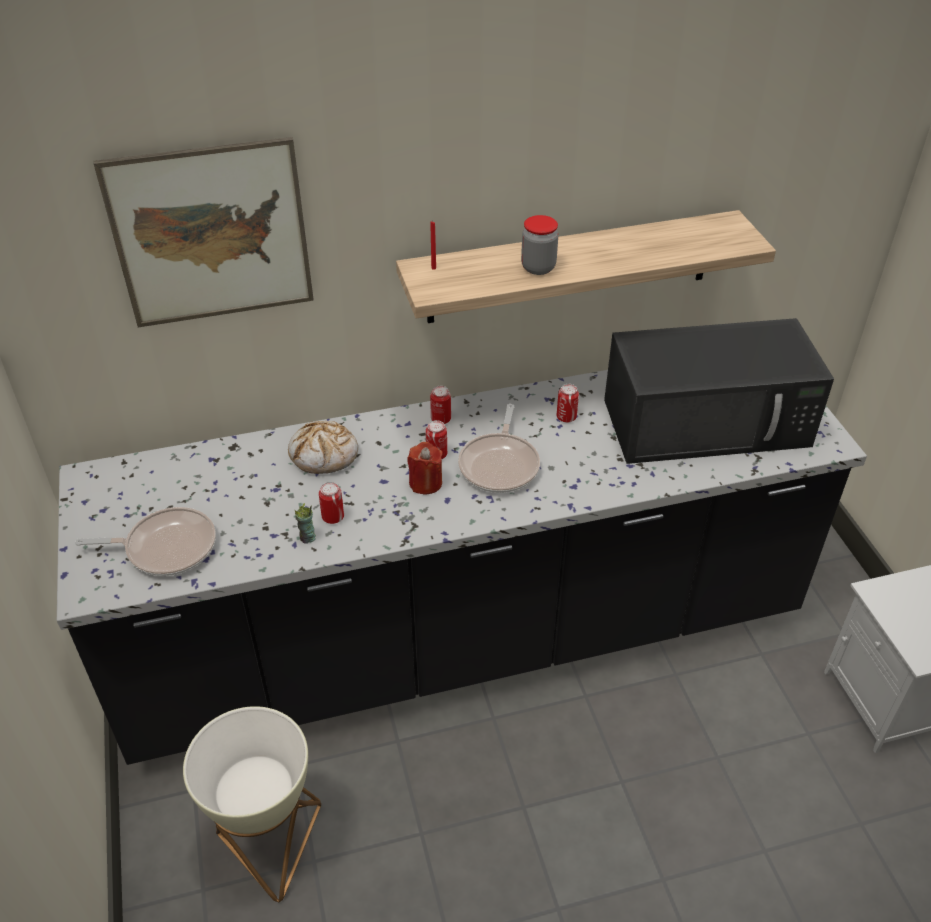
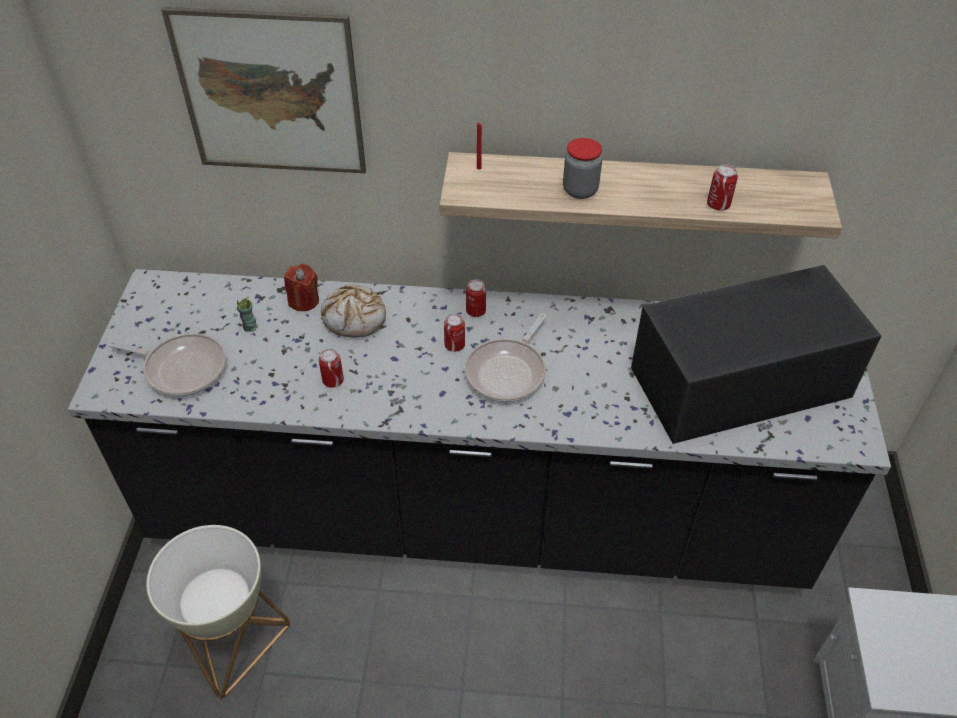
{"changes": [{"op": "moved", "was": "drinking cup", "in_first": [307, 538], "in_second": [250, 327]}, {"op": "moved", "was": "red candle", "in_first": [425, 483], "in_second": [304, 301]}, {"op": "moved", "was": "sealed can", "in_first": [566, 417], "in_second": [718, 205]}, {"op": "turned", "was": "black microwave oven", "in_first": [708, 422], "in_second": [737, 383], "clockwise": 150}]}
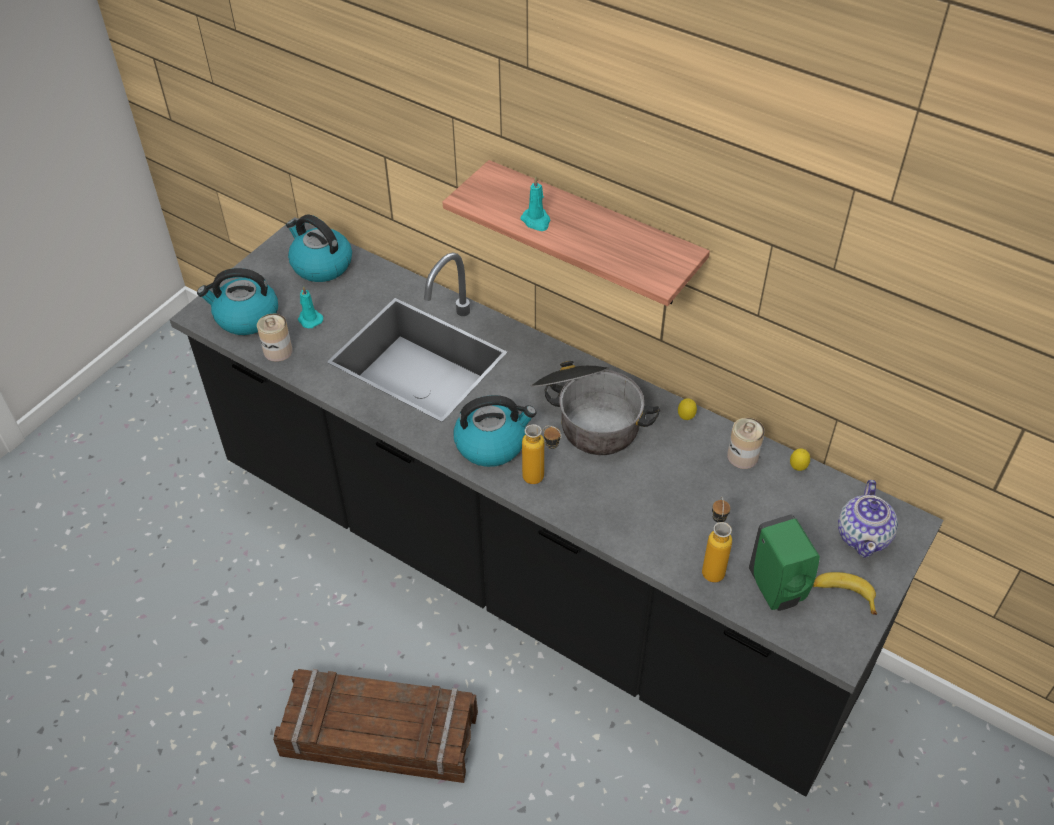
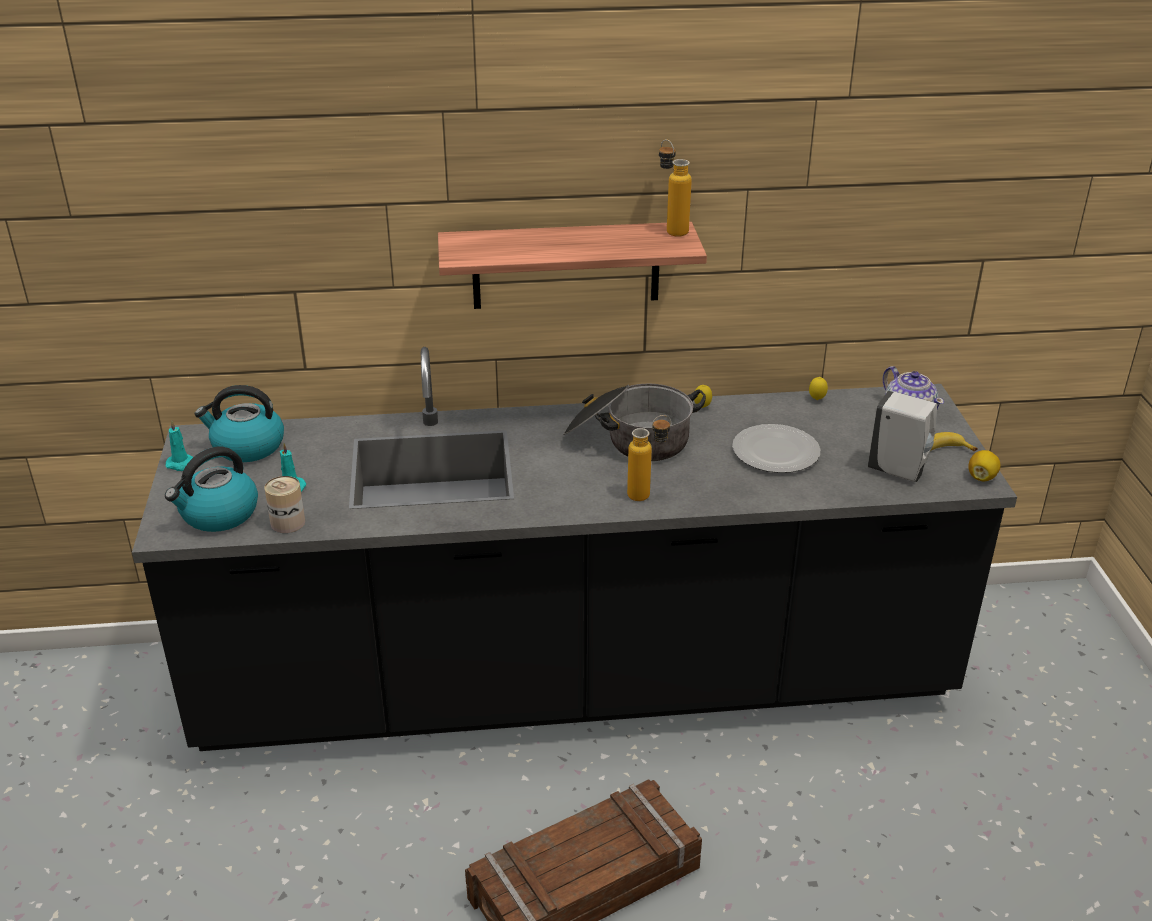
{"changes": [{"op": "removed", "was": "kettle", "in_first": [492, 443]}, {"op": "removed", "was": "sealed can", "in_first": [742, 456]}, {"op": "added", "now": "flat dish", "in_second": [775, 453]}, {"op": "added", "now": "lemon", "in_second": [981, 477]}, {"op": "moved", "was": "blue-green candle", "in_first": [536, 221], "in_second": [182, 464]}, {"op": "moved", "was": "drink bottle", "in_first": [712, 565], "in_second": [671, 229]}, {"op": "recoloured", "was": "green soap bottle", "now": "whitish soap bottle", "in_first": [777, 590], "in_second": [899, 471]}]}
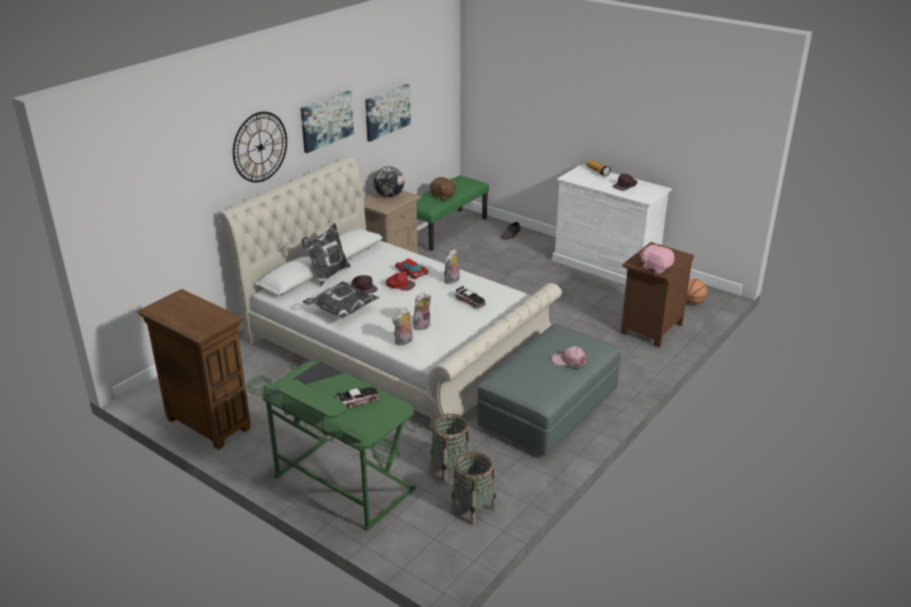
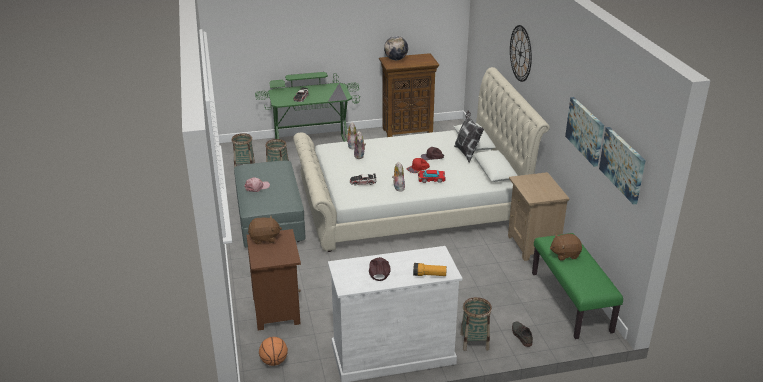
{"changes": [{"op": "removed", "was": "throw pillow", "in_first": [341, 310]}, {"op": "added", "now": "household basket", "in_second": [474, 341]}, {"op": "moved", "was": "picture", "in_first": [326, 121], "in_second": [623, 164]}, {"op": "moved", "was": "desk globe", "in_first": [389, 195], "in_second": [396, 59]}, {"op": "recoloured", "was": "pink-coloured plush toy", "now": "brown plush toy", "in_first": [656, 268], "in_second": [264, 238]}]}
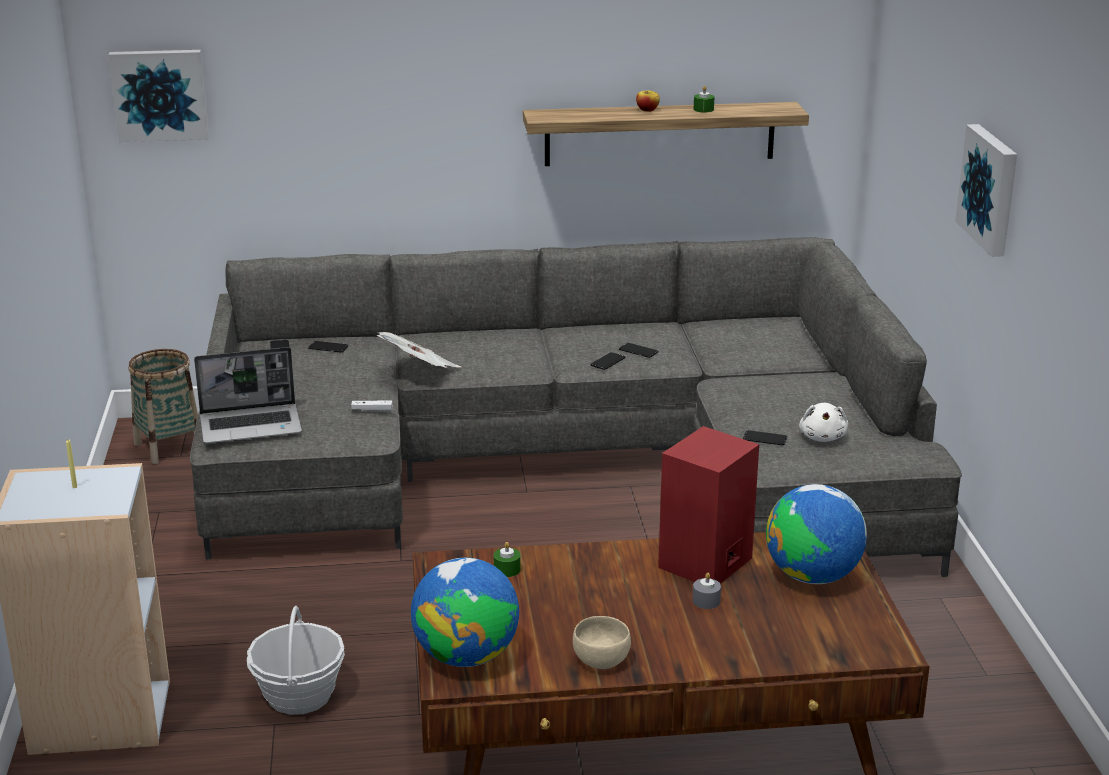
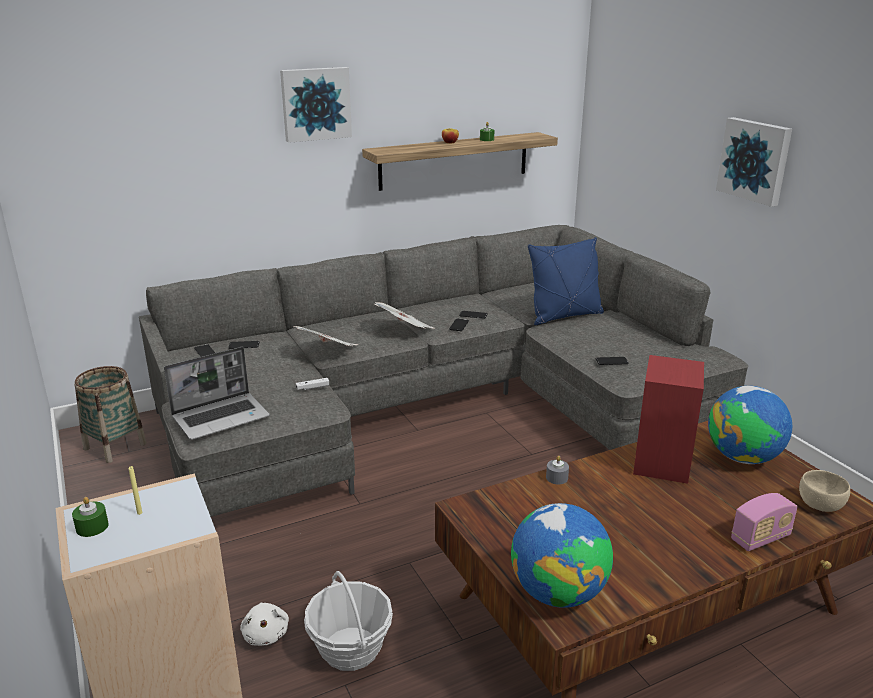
{"changes": [{"op": "added", "now": "printed paper", "in_second": [404, 330]}, {"op": "added", "now": "blue-coloured throw pillow", "in_second": [564, 316]}, {"op": "added", "now": "radio receiver", "in_second": [760, 538]}, {"op": "moved", "was": "picture", "in_first": [160, 94], "in_second": [315, 104]}, {"op": "moved", "was": "green candle", "in_first": [507, 569], "in_second": [92, 527]}, {"op": "moved", "was": "beige deep dish", "in_first": [602, 660], "in_second": [821, 504]}, {"op": "moved", "was": "greyish candle", "in_first": [706, 601], "in_second": [556, 478]}, {"op": "moved", "was": "whitish plush toy", "in_first": [823, 437], "in_second": [266, 634]}]}
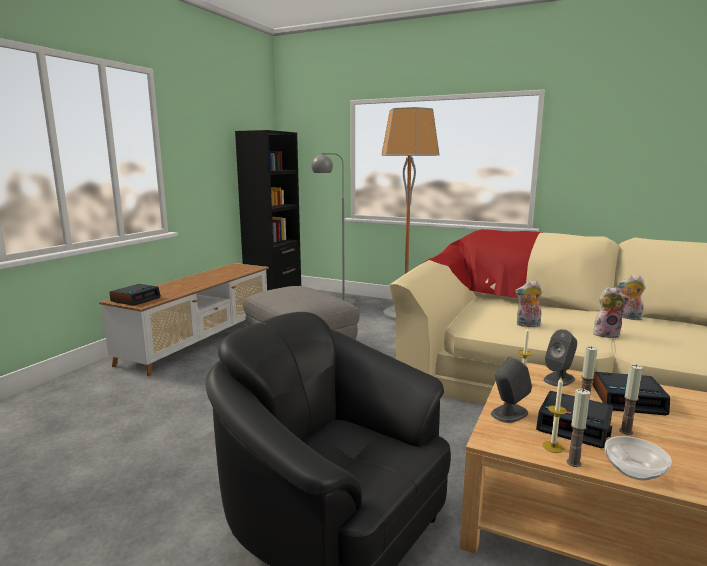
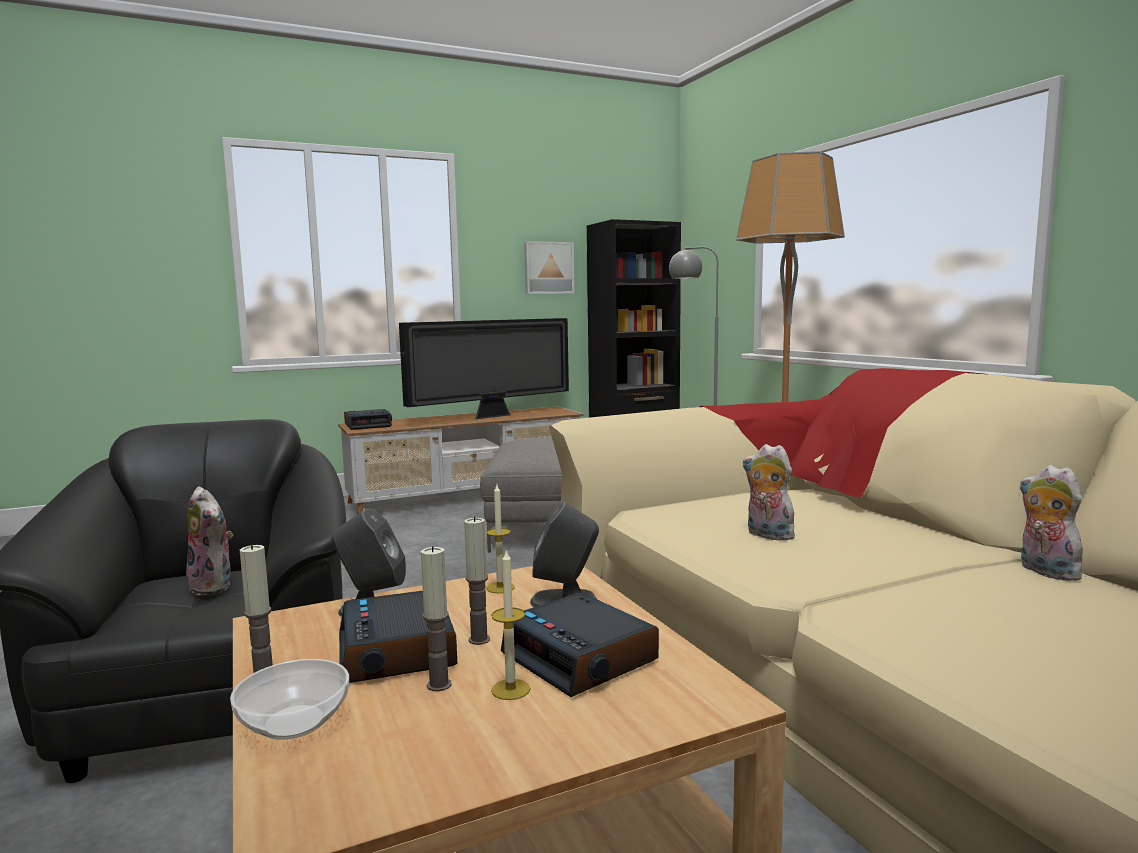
{"changes": [{"op": "added", "now": "TV set", "in_second": [493, 416]}, {"op": "added", "now": "picture", "in_second": [548, 268]}, {"op": "moved", "was": "candle", "in_first": [553, 447], "in_second": [510, 689]}, {"op": "moved", "was": "plush toy", "in_first": [606, 334], "in_second": [215, 586]}]}
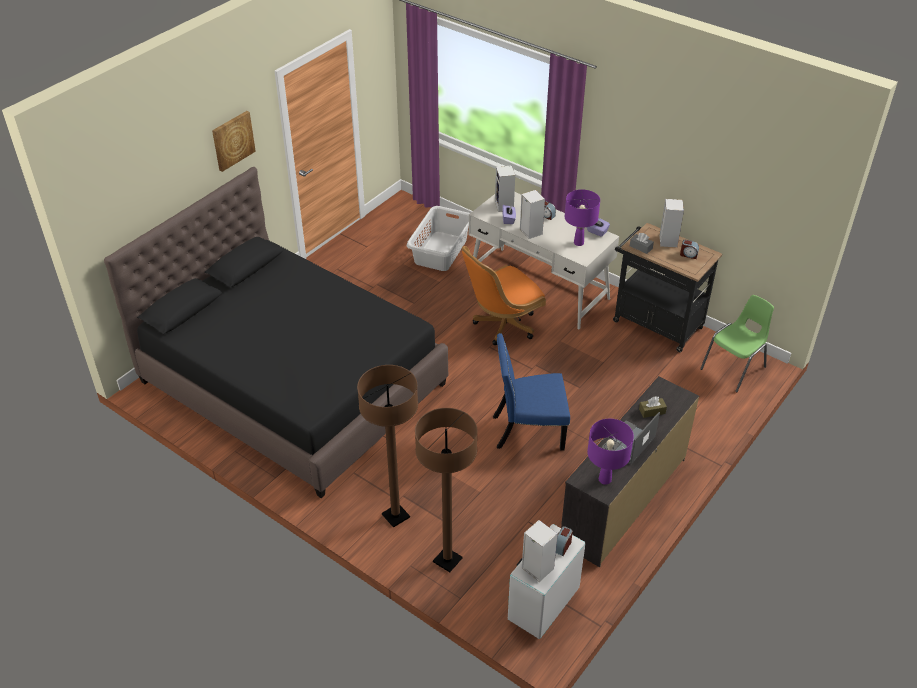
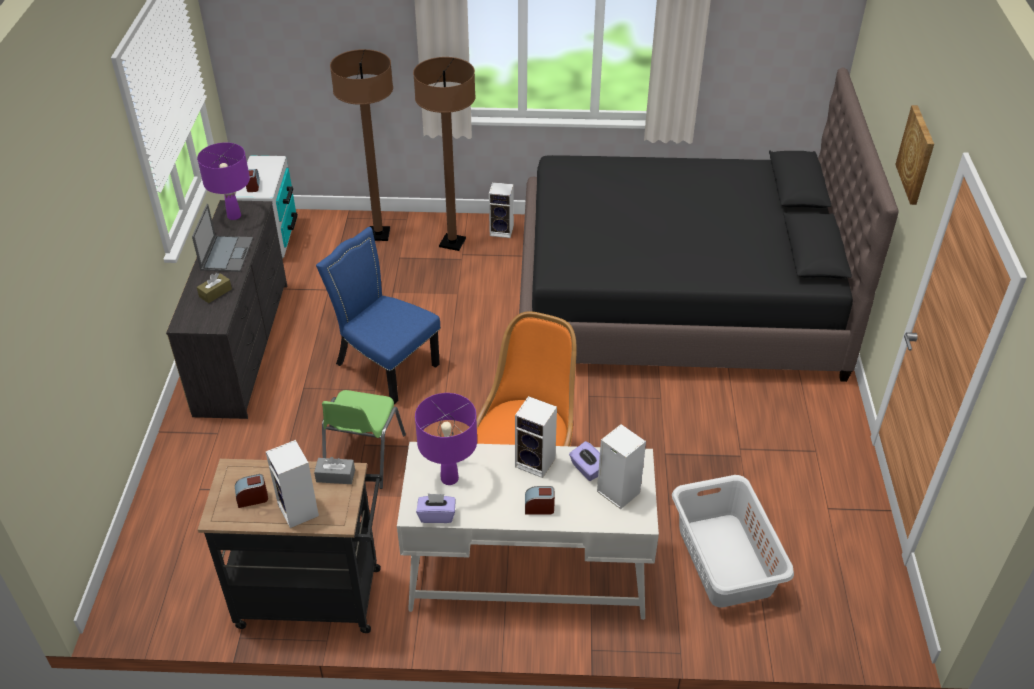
{"changes": [{"op": "moved", "was": "audio speaker", "in_first": [536, 568], "in_second": [502, 231]}, {"op": "moved", "was": "green upright chair", "in_first": [734, 368], "in_second": [363, 457]}, {"op": "turned", "was": "blue-coloured upright chair", "in_first": [529, 431], "in_second": [387, 367], "clockwise": -105}]}
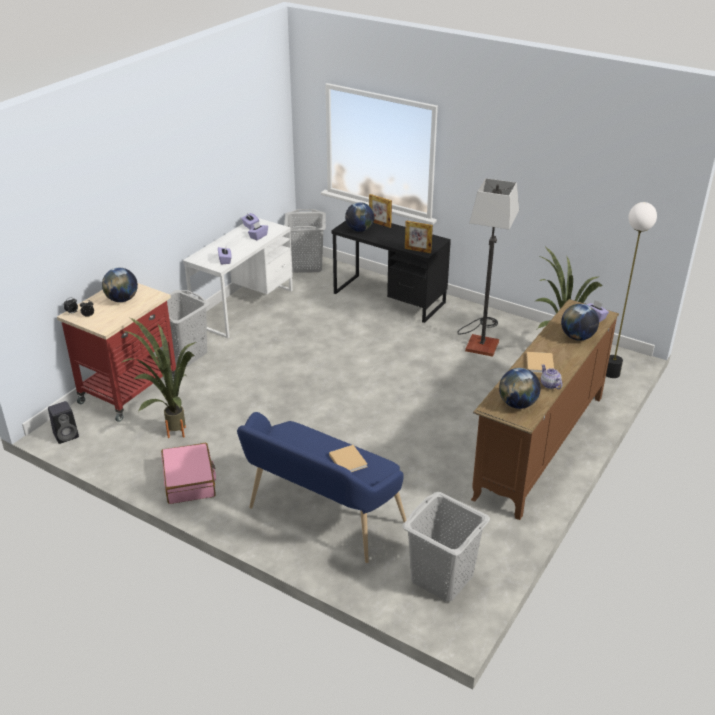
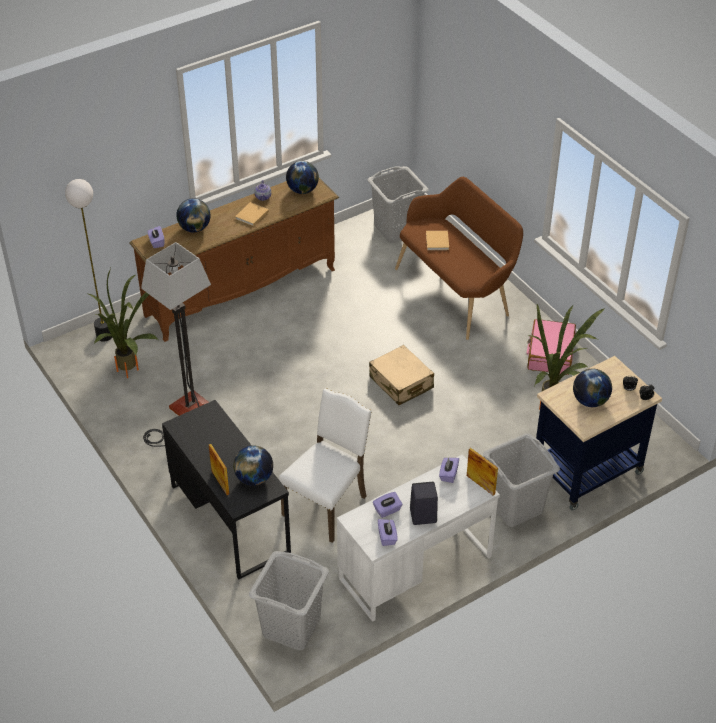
{"changes": [{"op": "added", "now": "whitish upright chair", "in_second": [327, 505]}, {"op": "added", "now": "beige piece of luggage", "in_second": [401, 383]}, {"op": "moved", "was": "black audio speaker", "in_first": [67, 435], "in_second": [422, 516]}, {"op": "moved", "was": "standing frame", "in_first": [417, 250], "in_second": [480, 485]}, {"op": "recoloured", "was": "red wheeled cart", "now": "blue-coloured wheeled cart", "in_first": [129, 391], "in_second": [586, 473]}, {"op": "recoloured", "was": "blue-coloured bench", "now": "brown bench", "in_first": [320, 518], "in_second": [457, 291]}]}
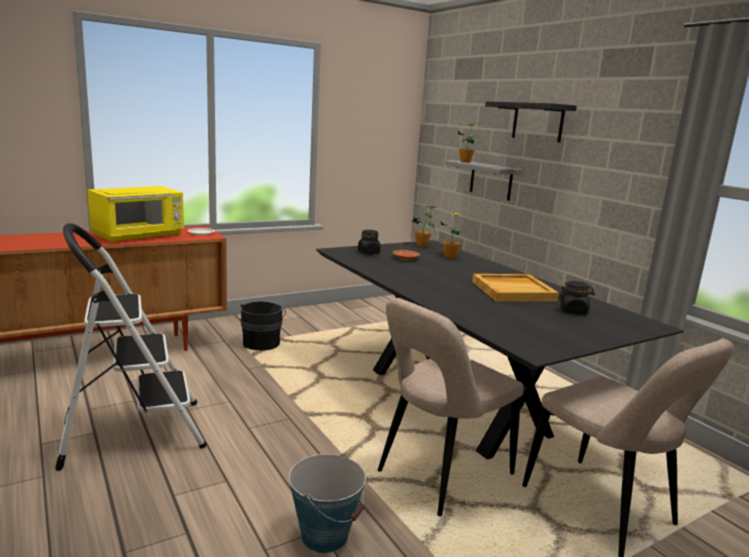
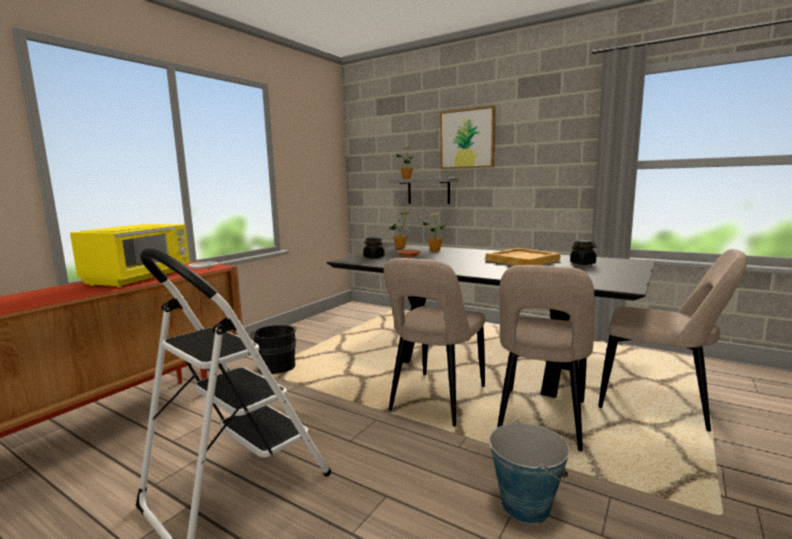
{"changes": [{"op": "added", "now": "beige upright chair", "in_second": [436, 401]}, {"op": "replaced", "was": "black bracket shelf", "now": "picture", "in_first": [537, 122], "in_second": [467, 139]}]}
